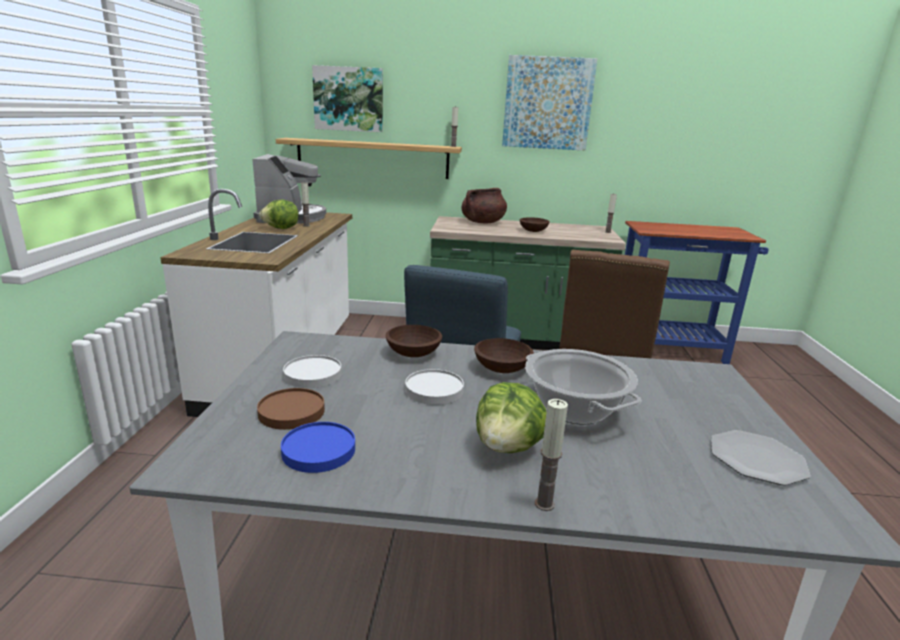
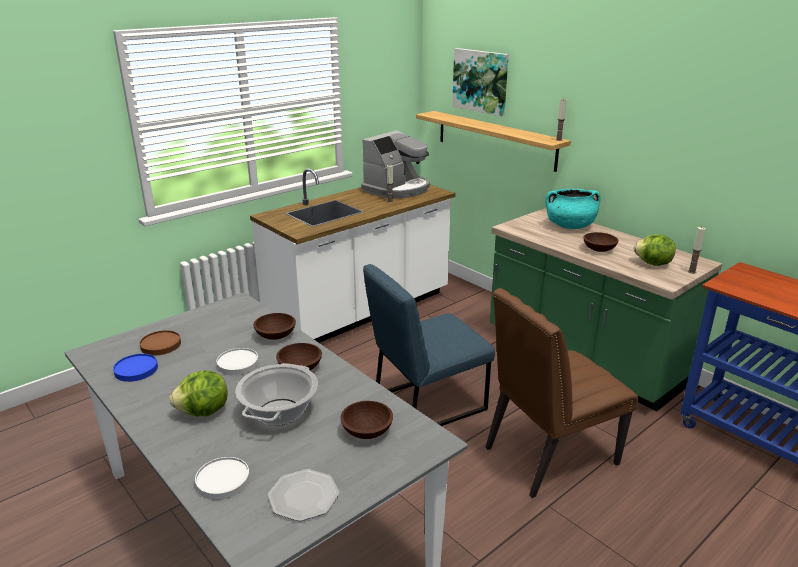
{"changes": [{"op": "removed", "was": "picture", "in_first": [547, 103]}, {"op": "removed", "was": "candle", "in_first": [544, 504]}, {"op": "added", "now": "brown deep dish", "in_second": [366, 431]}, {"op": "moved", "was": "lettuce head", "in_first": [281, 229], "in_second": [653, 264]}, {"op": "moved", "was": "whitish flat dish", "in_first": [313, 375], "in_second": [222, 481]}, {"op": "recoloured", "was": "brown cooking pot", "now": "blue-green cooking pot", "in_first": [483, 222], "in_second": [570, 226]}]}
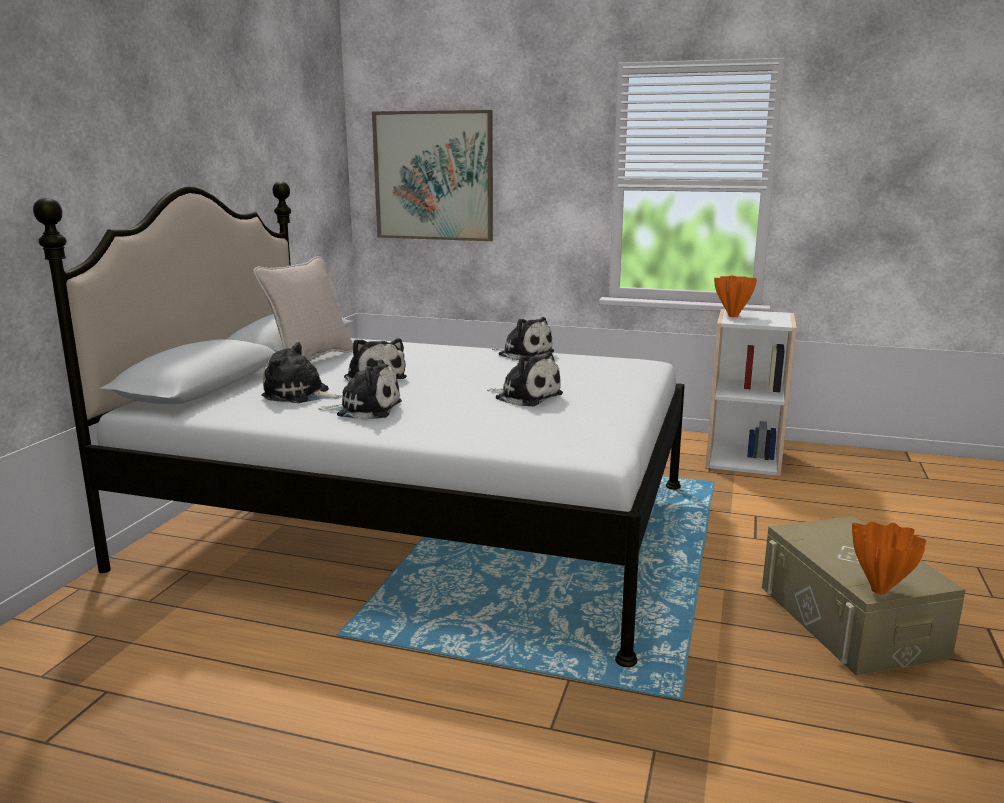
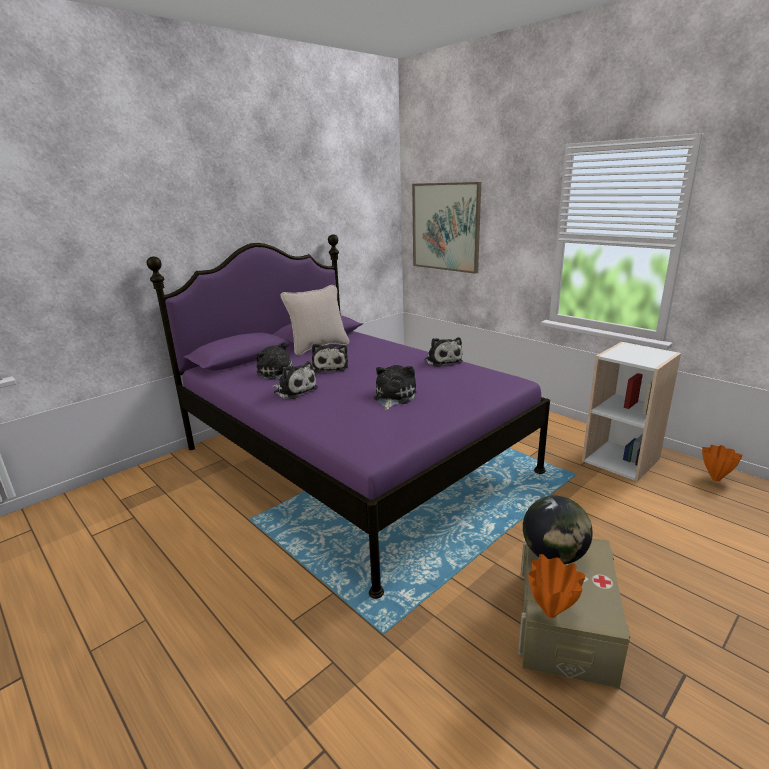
{"changes": [{"op": "added", "now": "desk globe", "in_second": [553, 555]}, {"op": "moved", "was": "orangey vase", "in_first": [733, 316], "in_second": [715, 479]}, {"op": "recoloured", "was": "whitish sleeping bed", "now": "purple-coloured sleeping bed", "in_first": [419, 525], "in_second": [354, 459]}, {"op": "turned", "was": "plush toy", "in_first": [526, 397], "in_second": [393, 397], "clockwise": -135}]}
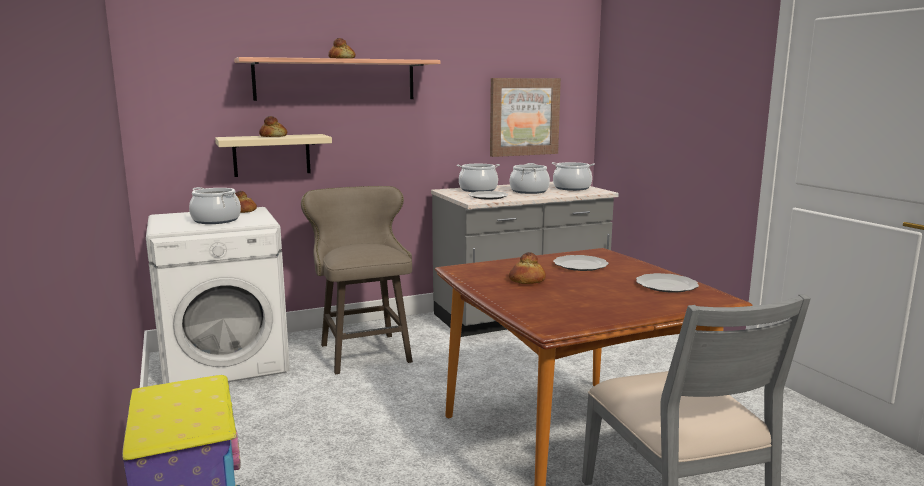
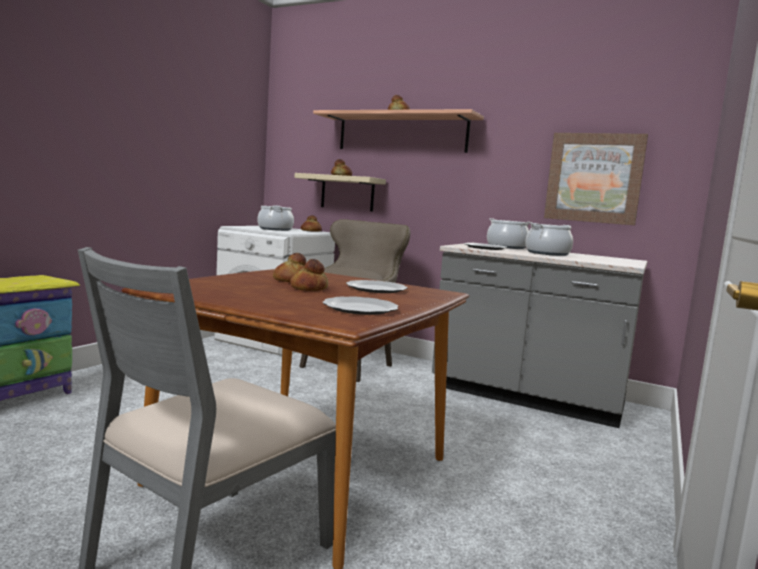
{"changes": [{"op": "removed", "was": "cooking pot", "in_first": [572, 188]}, {"op": "added", "now": "bakery bread", "in_second": [308, 288]}]}
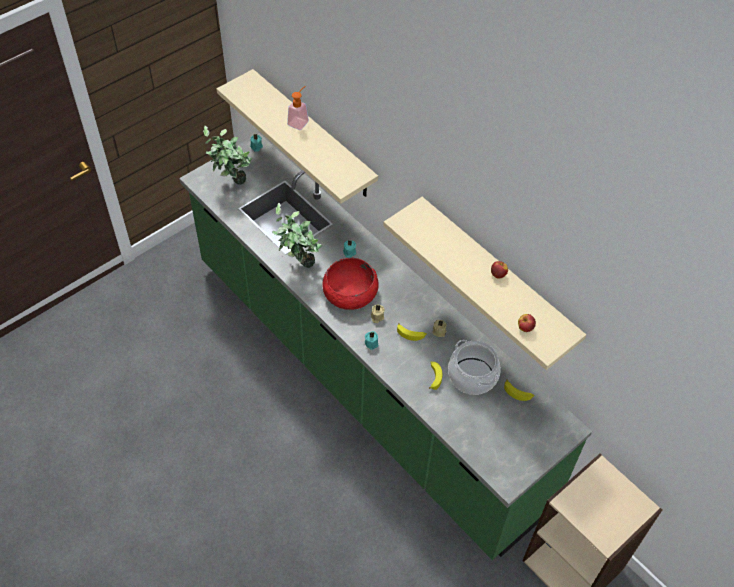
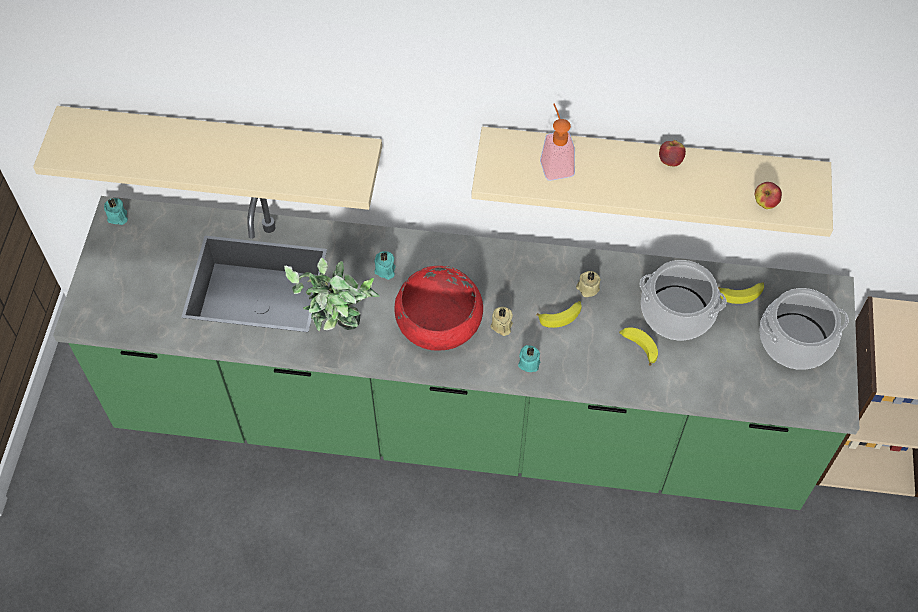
{"changes": [{"op": "removed", "was": "potted plant", "in_first": [231, 184]}, {"op": "added", "now": "cooking pot", "in_second": [795, 341]}, {"op": "moved", "was": "soap bottle", "in_first": [300, 121], "in_second": [555, 163]}]}
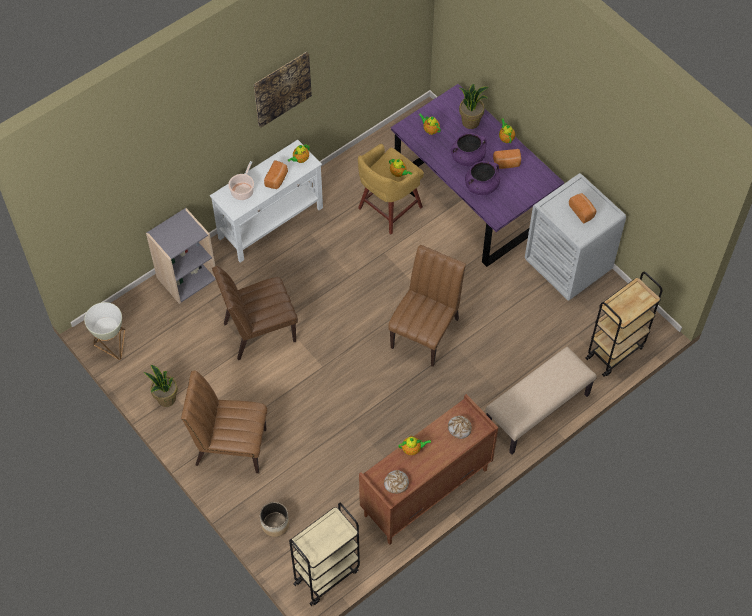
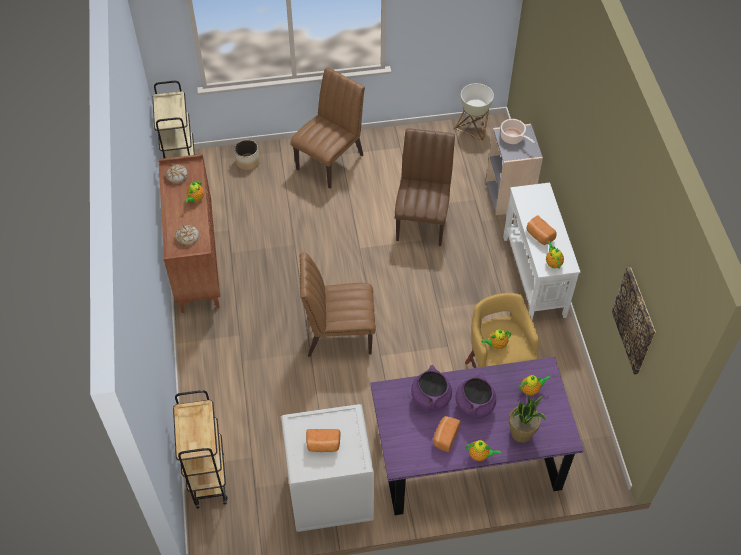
{"changes": [{"op": "removed", "was": "potted plant", "in_first": [166, 399]}, {"op": "removed", "was": "beige bench", "in_first": [537, 411]}, {"op": "moved", "was": "cooking pot", "in_first": [243, 190], "in_second": [513, 138]}, {"op": "moved", "was": "picture", "in_first": [282, 88], "in_second": [634, 321]}, {"op": "turned", "was": "brown upright chair", "in_first": [425, 334], "in_second": [339, 335], "clockwise": 120}]}
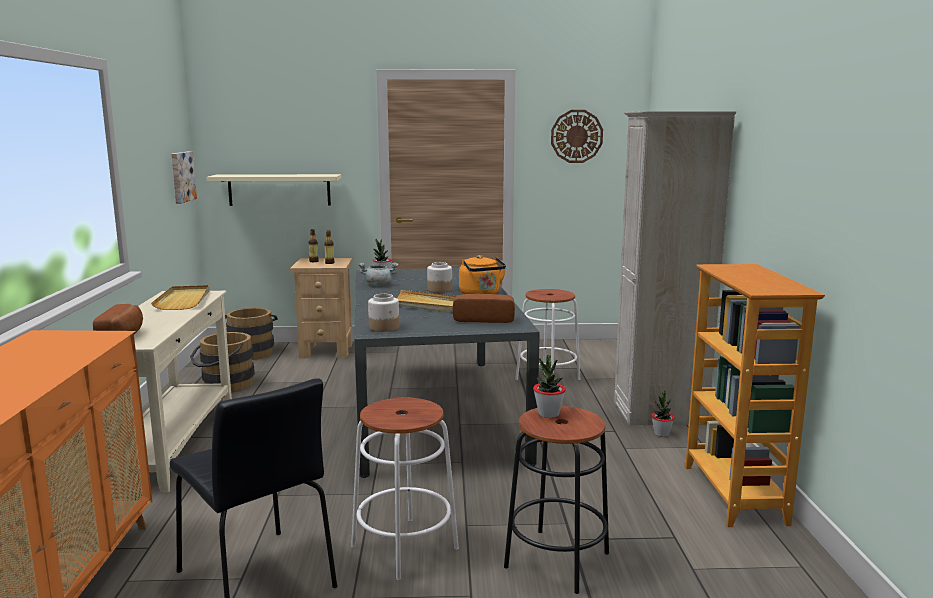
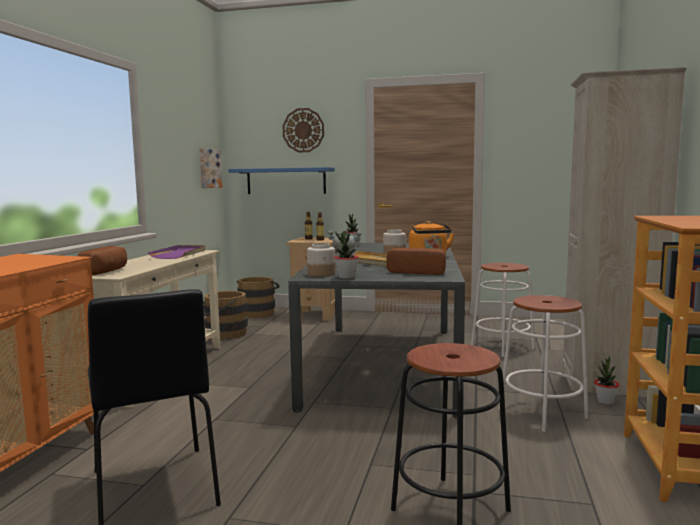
{"changes": [{"op": "moved", "was": "whitish stool seat", "in_first": [404, 547], "in_second": [542, 413]}, {"op": "moved", "was": "potted plant", "in_first": [548, 414], "in_second": [346, 277]}, {"op": "moved", "was": "wall clock", "in_first": [576, 136], "in_second": [303, 130]}, {"op": "recoloured", "was": "beige tray", "now": "purple-coloured tray", "in_first": [184, 300], "in_second": [179, 254]}, {"op": "recoloured", "was": "beige bracket shelf", "now": "blue-coloured bracket shelf", "in_first": [279, 190], "in_second": [286, 181]}]}
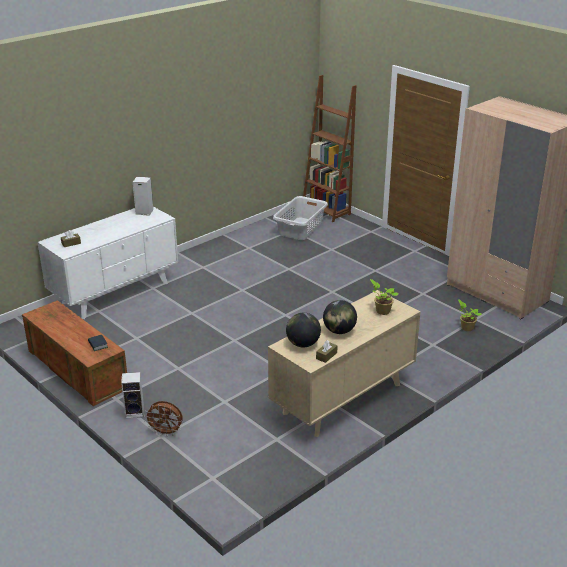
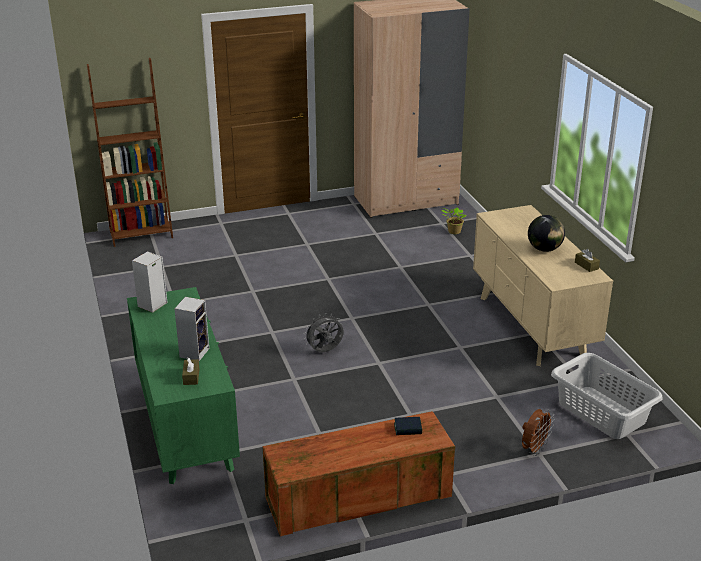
{"changes": [{"op": "removed", "was": "desk globe", "in_first": [303, 344]}, {"op": "removed", "was": "potted plant", "in_first": [382, 311]}, {"op": "added", "now": "greyish cooling fan", "in_second": [325, 351]}, {"op": "moved", "was": "audio speaker", "in_first": [135, 412], "in_second": [194, 352]}, {"op": "moved", "was": "greyish laundry basket", "in_first": [300, 229], "in_second": [601, 413]}, {"op": "recoloured", "was": "whitish dresser", "now": "green dresser", "in_first": [115, 292], "in_second": [186, 429]}]}
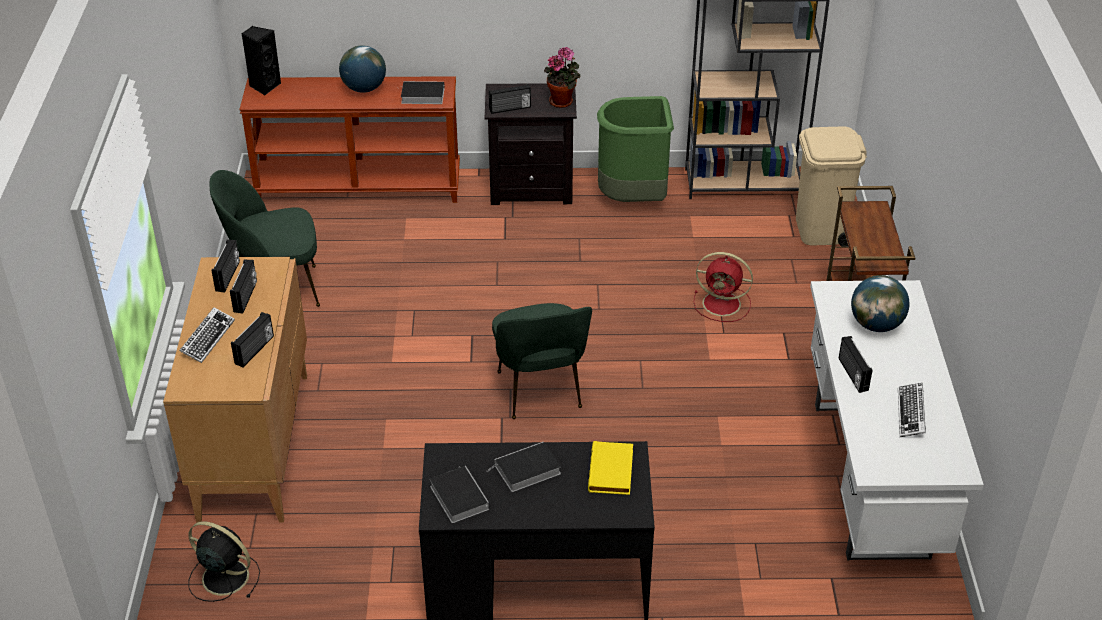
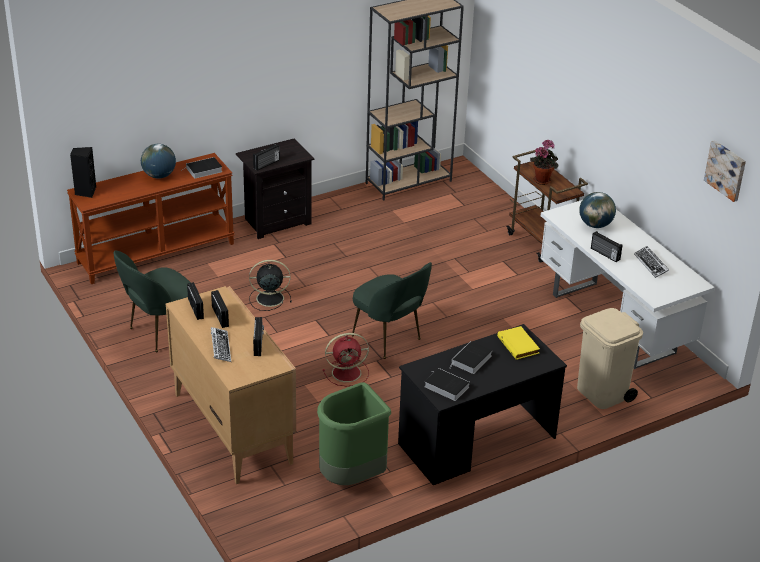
{"changes": [{"op": "added", "now": "picture", "in_second": [726, 170]}, {"op": "moved", "was": "black cooling fan", "in_first": [223, 576], "in_second": [268, 298]}, {"op": "moved", "was": "potted plant", "in_first": [563, 101], "in_second": [543, 179]}, {"op": "moved", "was": "green rubbish bin", "in_first": [633, 199], "in_second": [352, 477]}, {"op": "moved", "was": "red cooling fan", "in_first": [723, 304], "in_second": [348, 372]}, {"op": "moved", "was": "beige rubbish bin", "in_first": [821, 230], "in_second": [602, 393]}]}
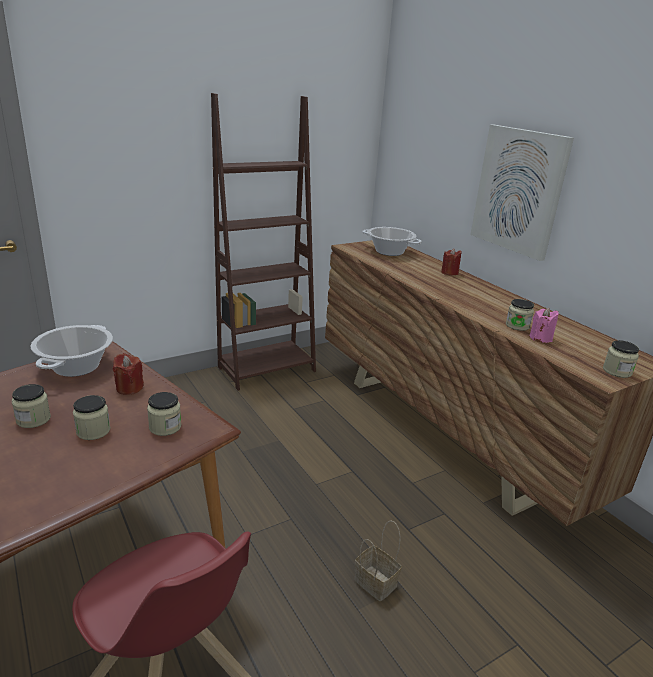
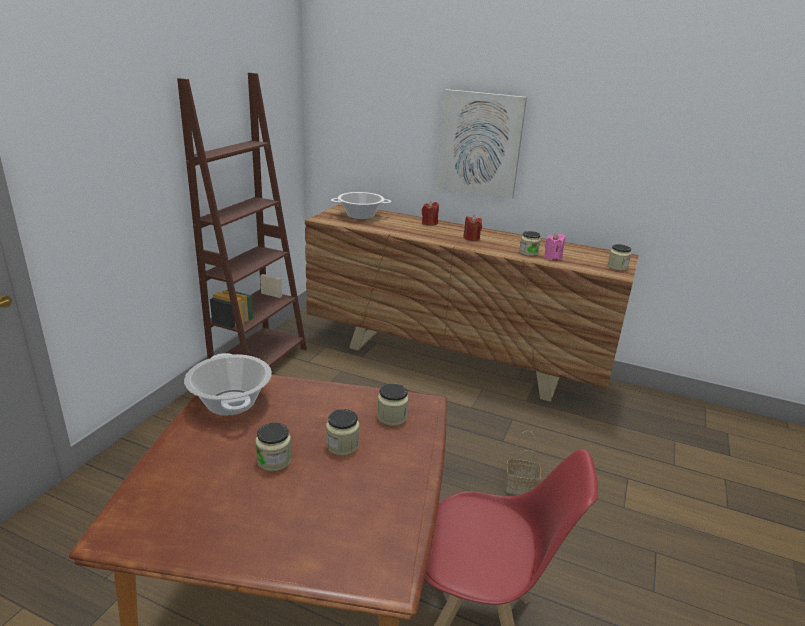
{"changes": [{"op": "moved", "was": "red candle", "in_first": [129, 388], "in_second": [471, 238]}]}
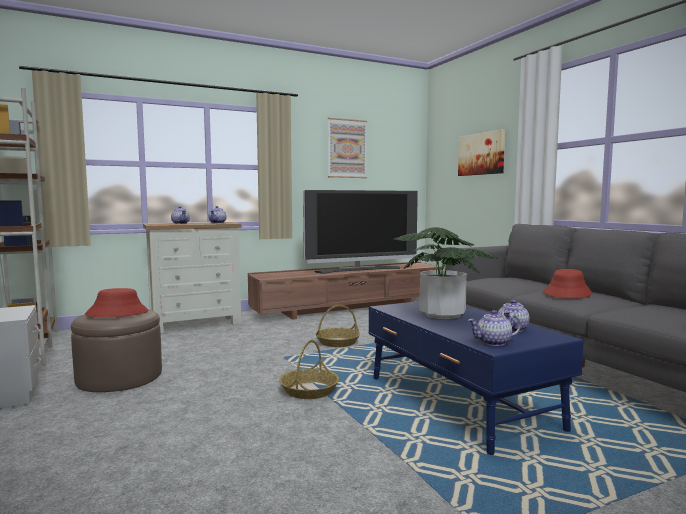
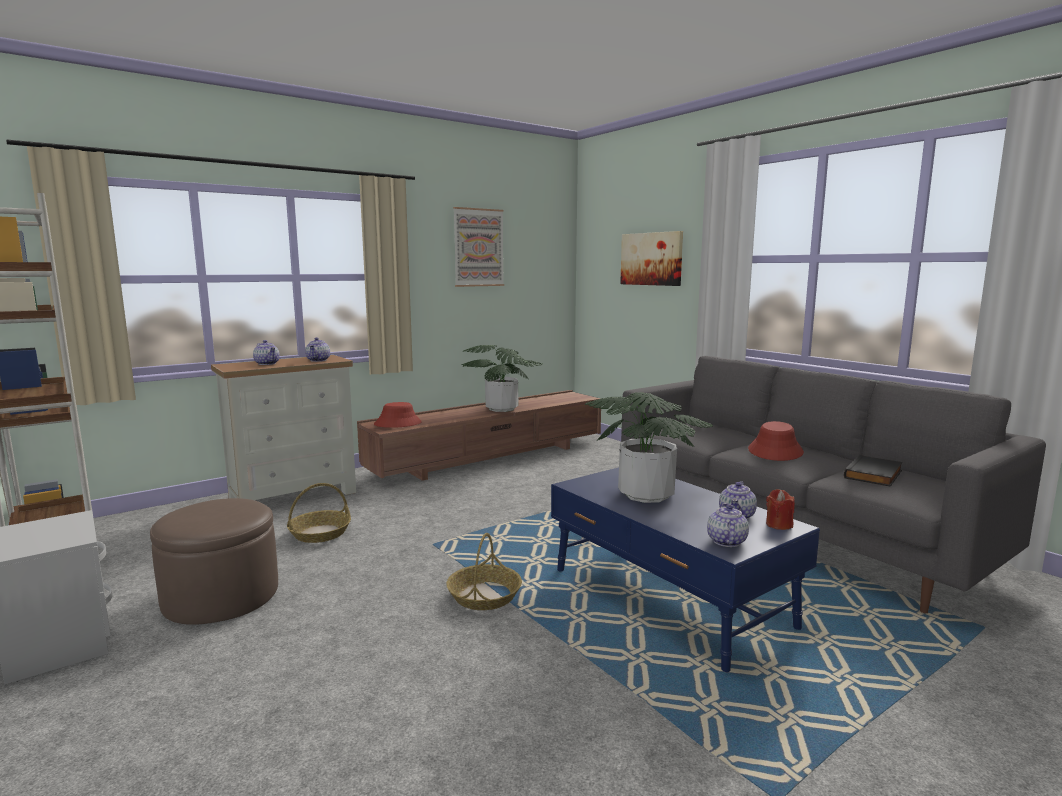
{"changes": [{"op": "added", "now": "red candle", "in_second": [779, 525]}, {"op": "added", "now": "black bound book", "in_second": [874, 475]}, {"op": "moved", "was": "red clothing hat", "in_first": [117, 313], "in_second": [397, 424]}, {"op": "moved", "was": "household basket", "in_first": [338, 342], "in_second": [320, 533]}, {"op": "replaced", "was": "TV set", "now": "potted plant", "in_first": [359, 270], "in_second": [502, 409]}, {"op": "turned", "was": "teapot", "in_first": [493, 342], "in_second": [726, 541], "clockwise": 120}]}
